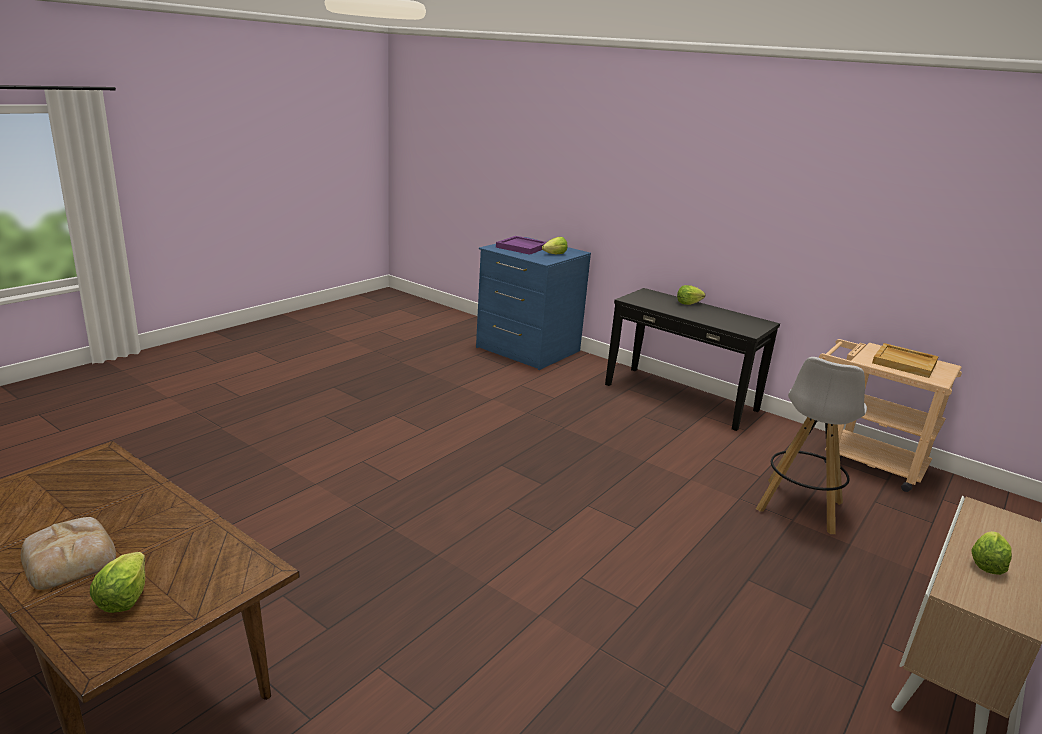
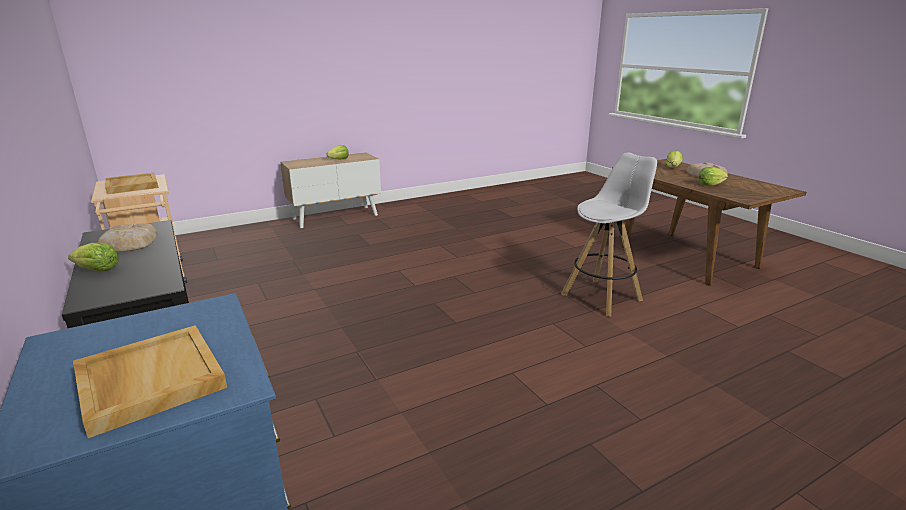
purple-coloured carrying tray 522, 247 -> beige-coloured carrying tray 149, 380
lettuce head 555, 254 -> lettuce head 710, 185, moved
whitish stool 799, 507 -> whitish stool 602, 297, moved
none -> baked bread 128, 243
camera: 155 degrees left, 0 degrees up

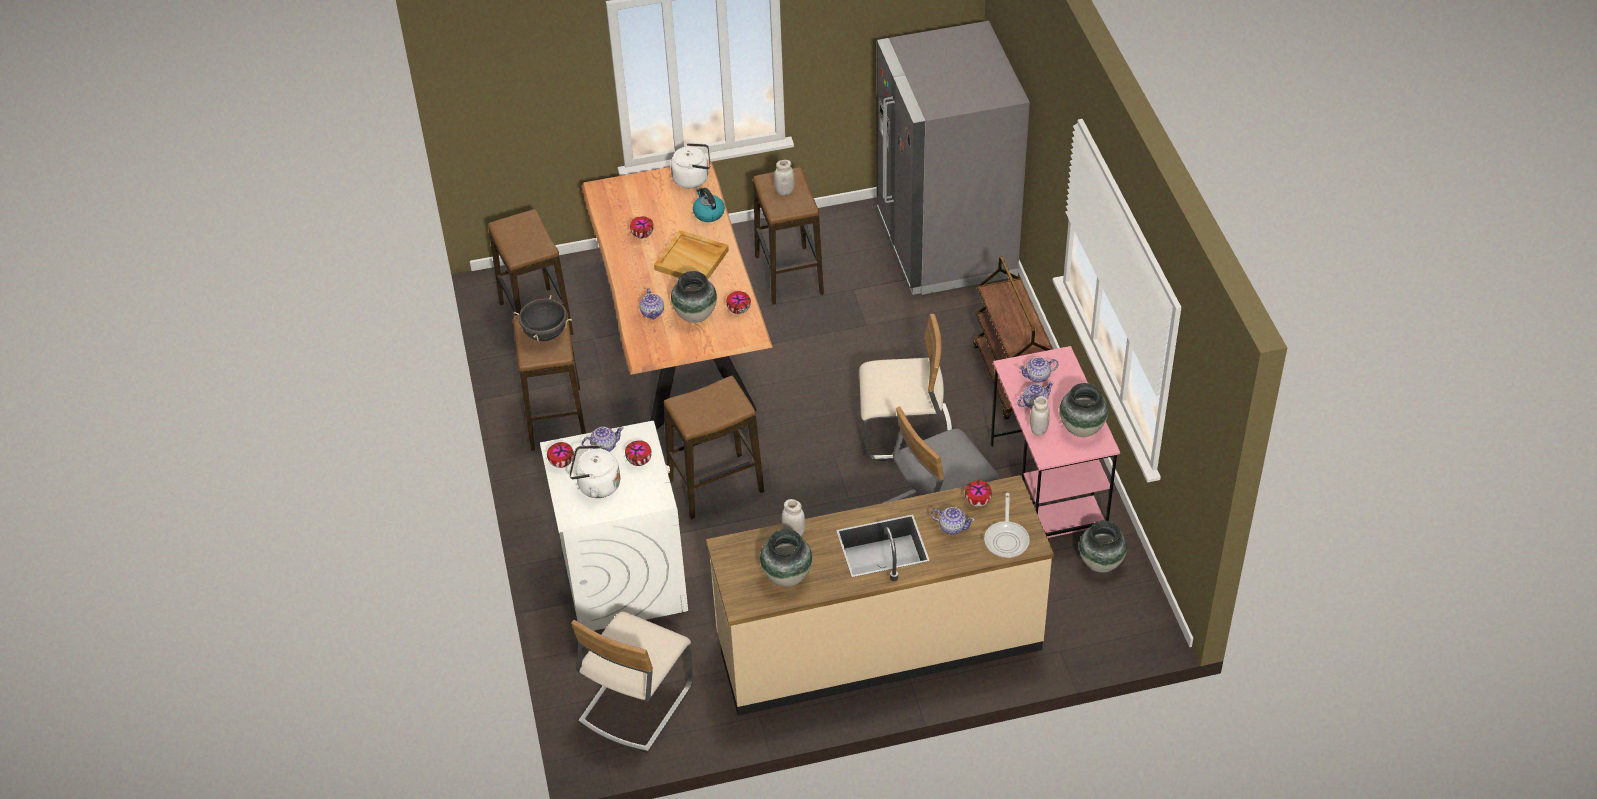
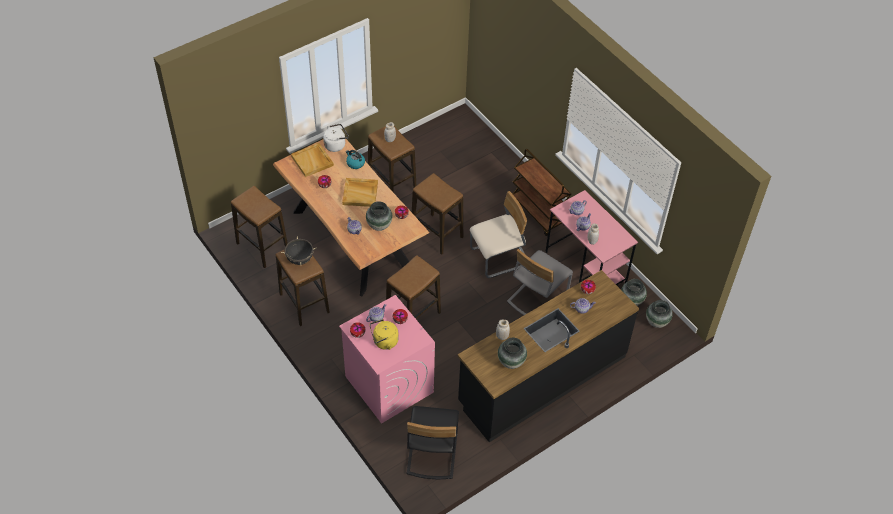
whitish washing machine 623, 577 -> pink-coloured washing machine 388, 384
whitish water kettle 596, 486 -> yellow-coloured water kettle 384, 342
beige-coloured chair 635, 703 -> blackish chair 431, 453
beige-coloured counter 878, 643 -> blackish counter 542, 379
grey fridge 945, 245 -> none
frying pan 1006, 539 -> none
flower vase 1082, 428 -> flower vase 656, 322, moved
none -> beige-coloured carrying tray 312, 161
none -> stool 437, 234
camera: 25 degrees left, 5 degrees up

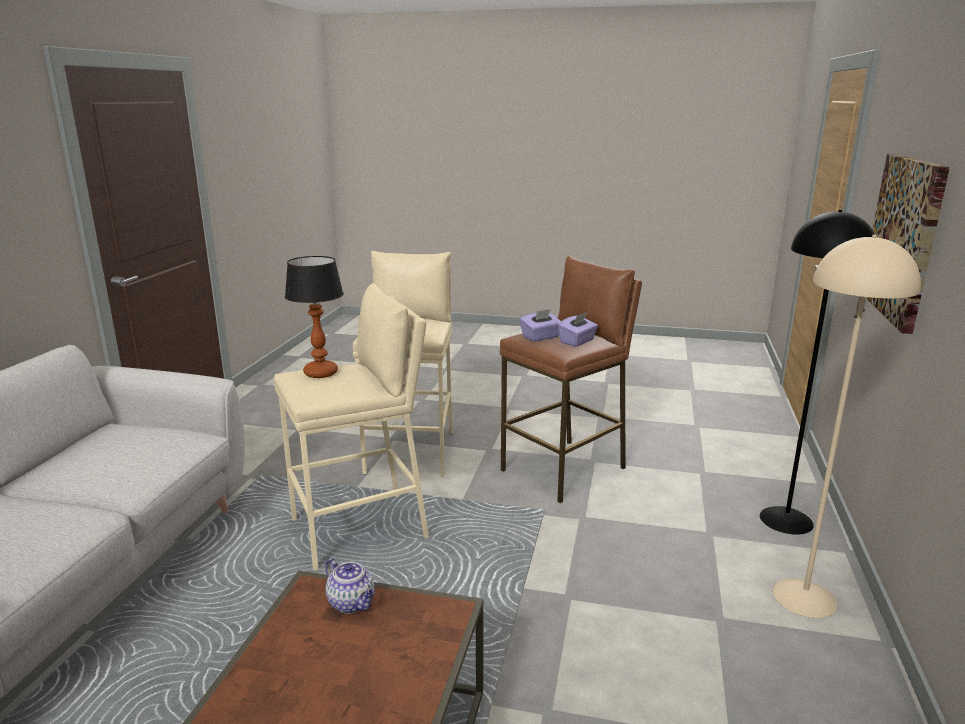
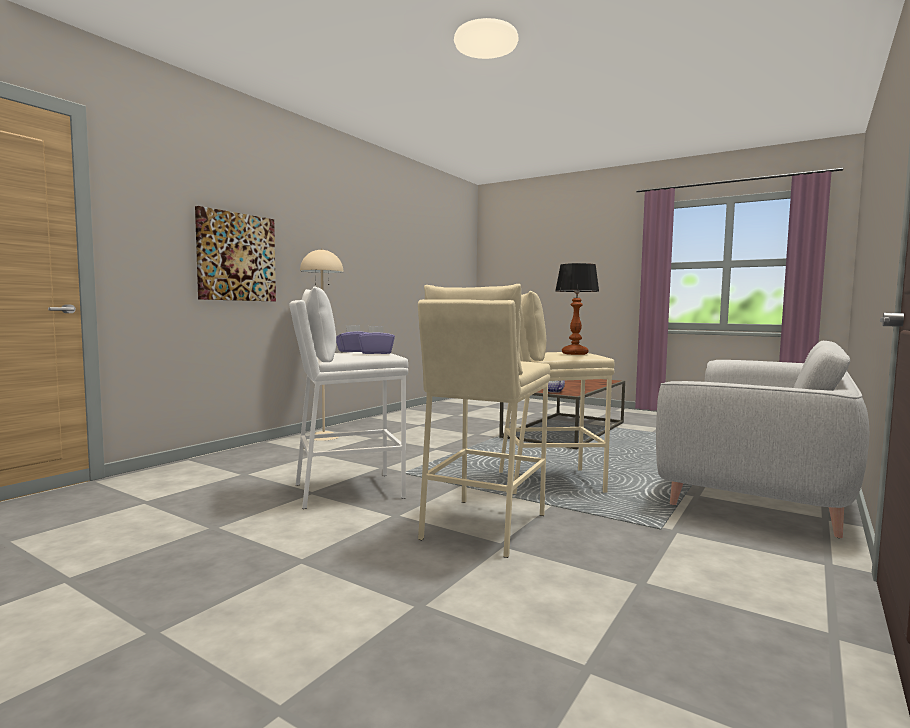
brown-coloured stool 565, 469 -> whitish stool 348, 490
blackish standard lamp 786, 520 -> none
camera: 160 degrees left, 15 degrees down

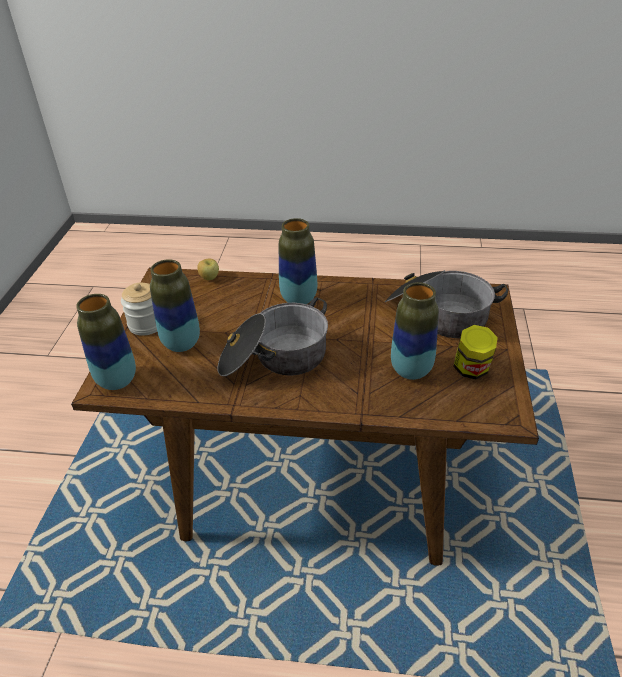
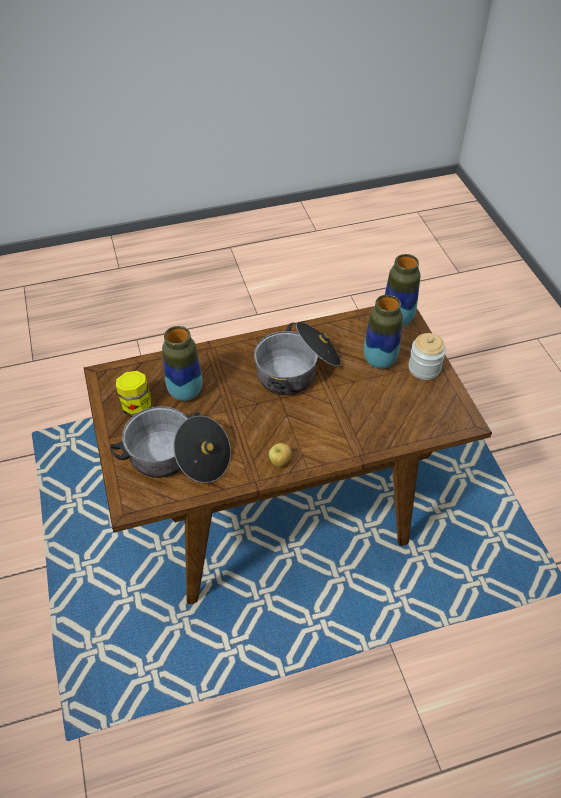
apple 210, 278 -> apple 280, 462, moved
flower vase 299, 299 -> none
camera: 155 degrees right, 10 degrees up

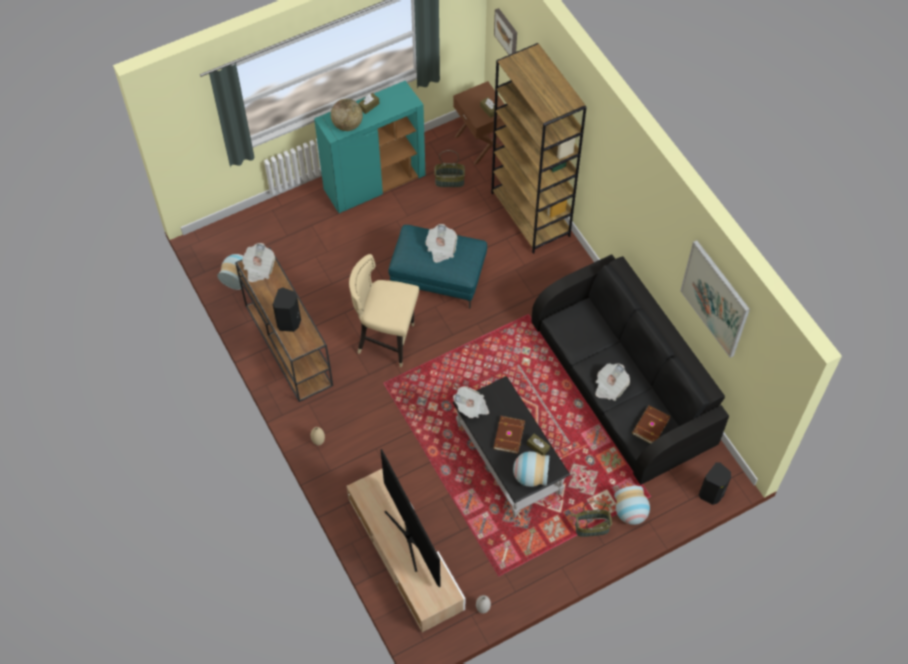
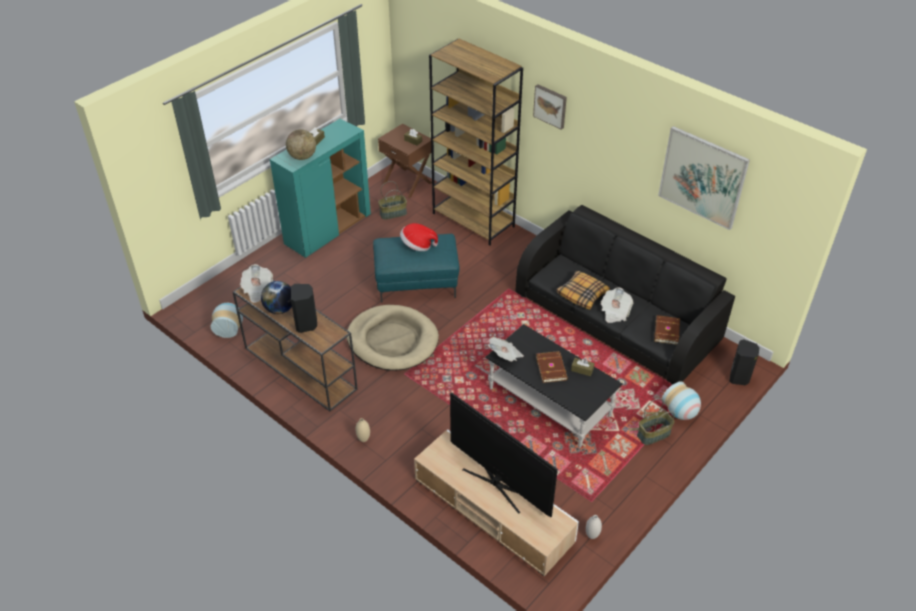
beige-coloured stool 387, 341 -> beige-coloured dog bed 392, 340
newspaper 441, 249 -> hat 417, 245
wall picture 507, 33 -> wall picture 550, 106, moved
flower vase 530, 476 -> none
none -> desk globe 279, 309
none -> throw pillow 582, 294
camera: 20 degrees left, 15 degrees down

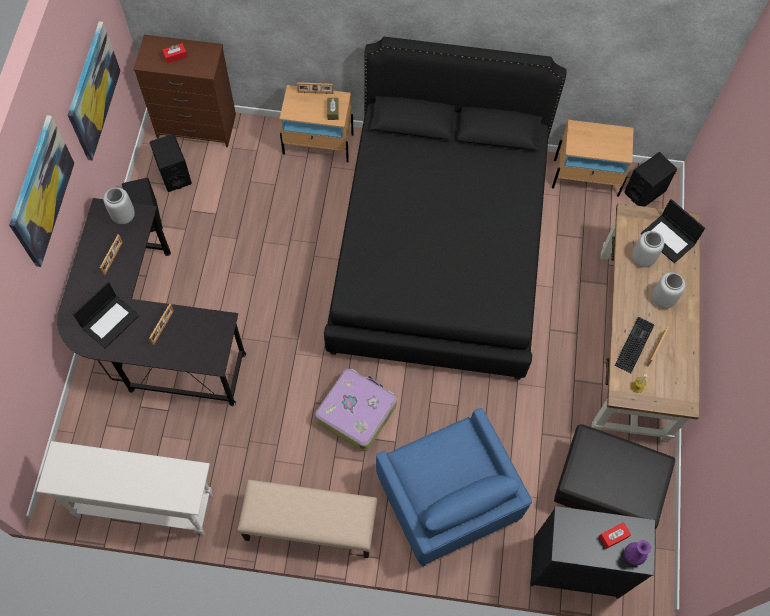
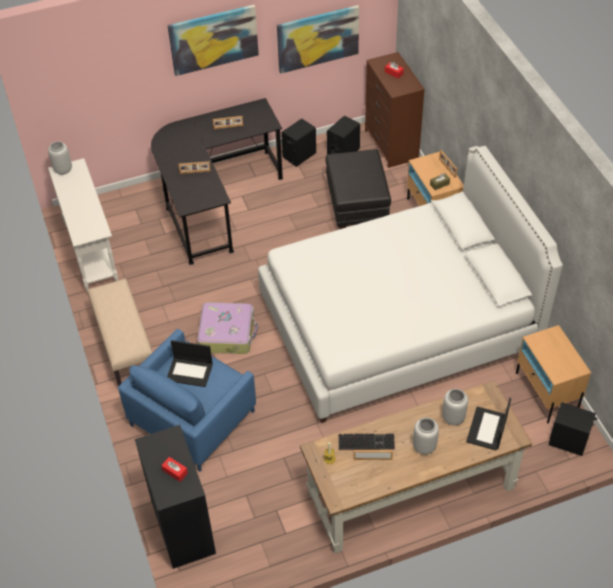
laptop 110, 321 -> laptop 190, 371, moved
grey flower vase 123, 216 -> grey flower vase 63, 169, moved
blackish bedroom bed 439, 250 -> whitish bedroom bed 397, 324
blackish ottoman 605, 489 -> blackish ottoman 357, 207, moved
purple-coloured flower vase 633, 556 -> none
camera: 65 degrees right, 15 degrees down

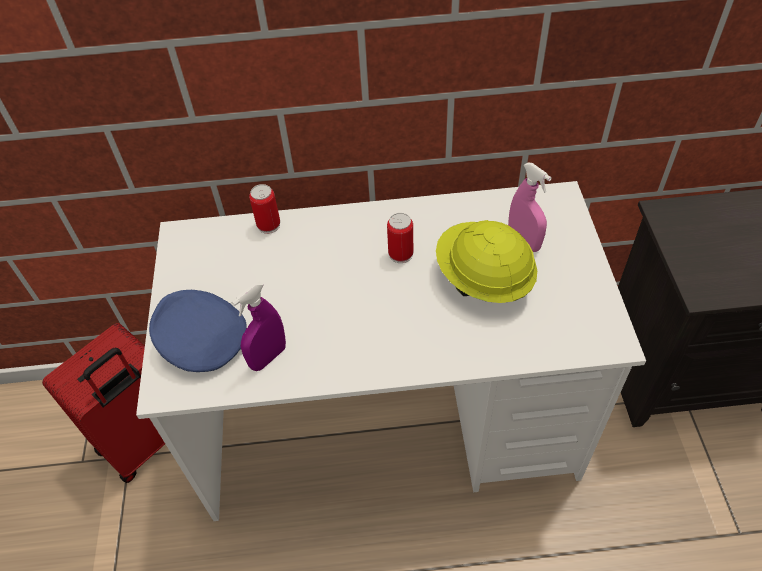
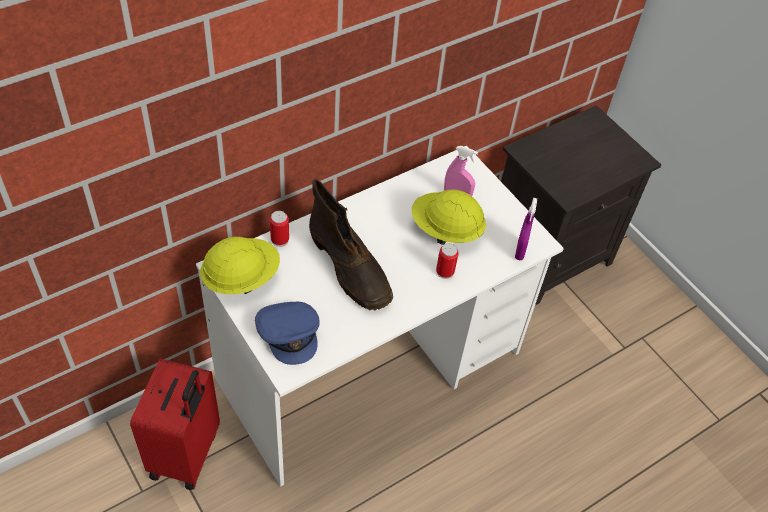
blue-coloured cap 200, 342 -> blue-coloured cap 289, 334, 120 degrees counterclockwise
purple-coloured hand sprayer 268, 357 -> purple-coloured hand sprayer 520, 251, moved
can 400, 254 -> can 445, 272, moved
none -> yellow-coloured work helmet 241, 278
none -> brown-coloured boot 350, 268
camera: 35 degrees left, 0 degrees up

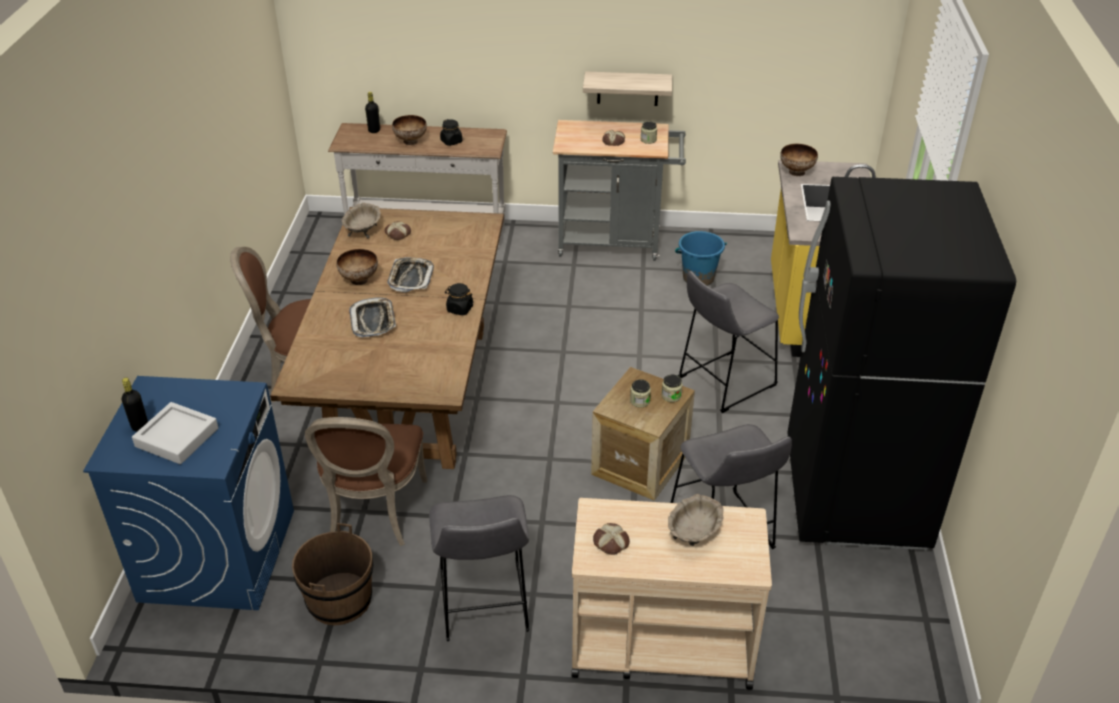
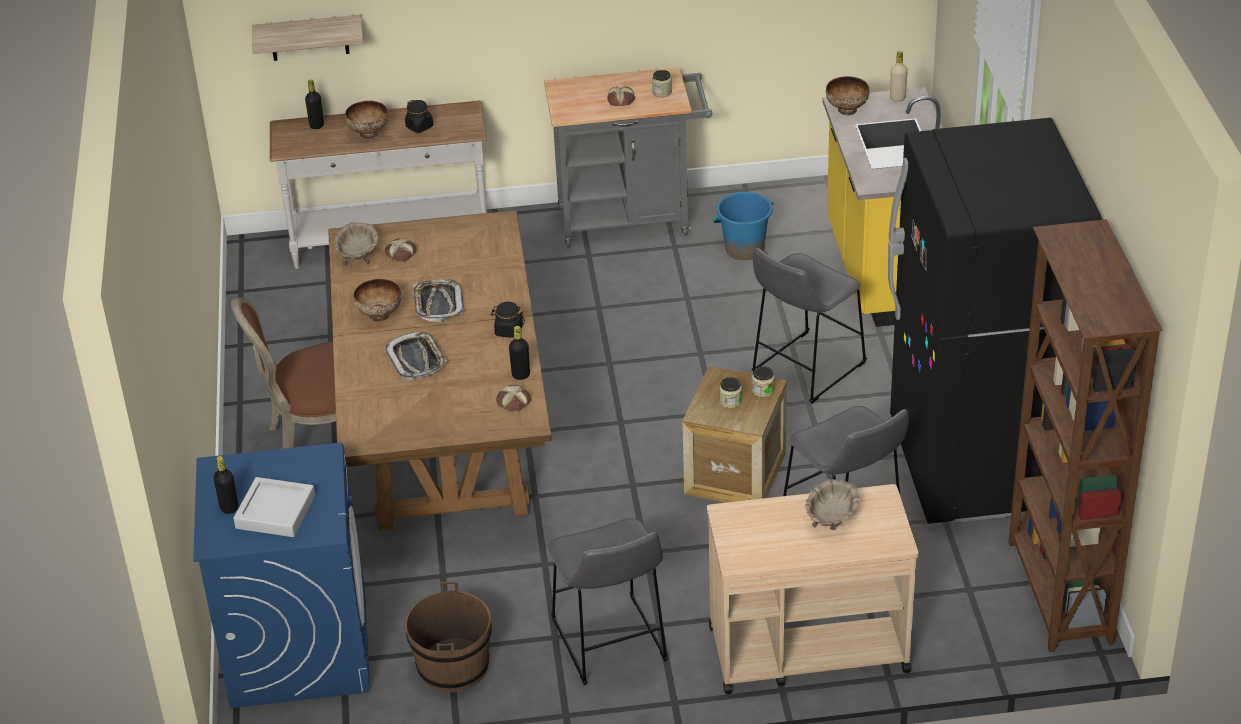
brown-coloured chair 373, 513 -> none
shelf 627, 88 -> shelf 309, 38, moved
baked bread 610, 542 -> baked bread 513, 402, moved
none -> blackish bottle 521, 375
none -> beige-coloured bottle 897, 98
none -> brown-coloured shelving unit 1058, 593
camera: 10 degrees left, 0 degrees up

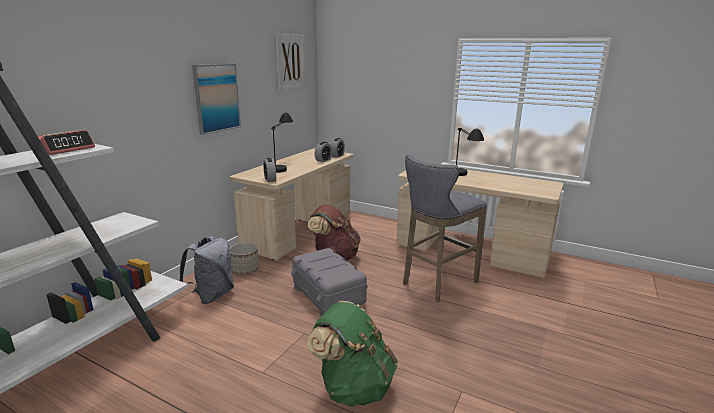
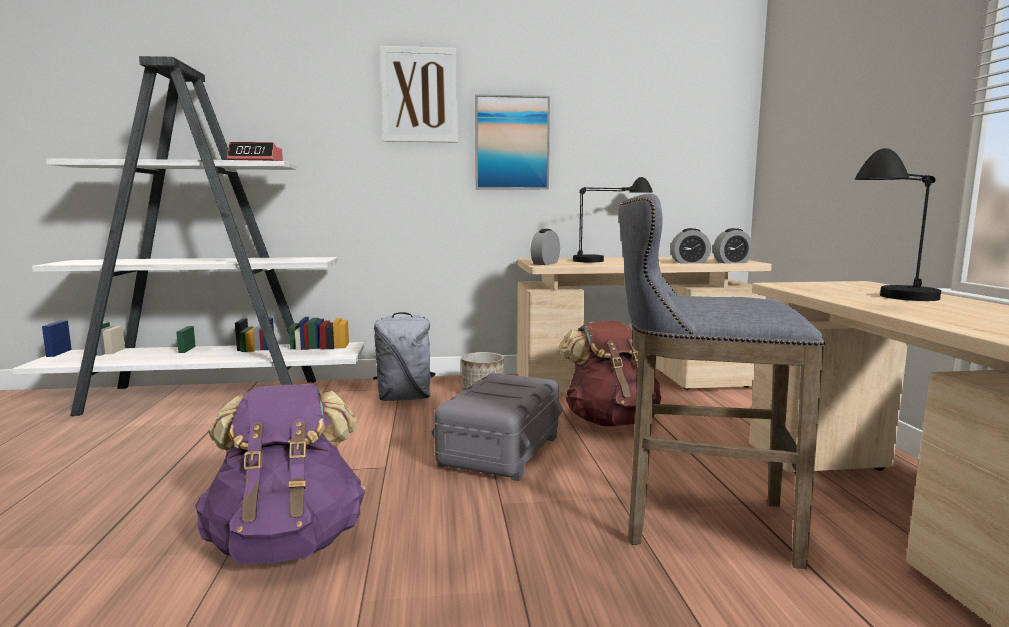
wall picture 290, 62 -> wall picture 419, 95, moved
greenish backpack 353, 386 -> purple-coloured backpack 287, 542
camera: 55 degrees right, 10 degrees down

